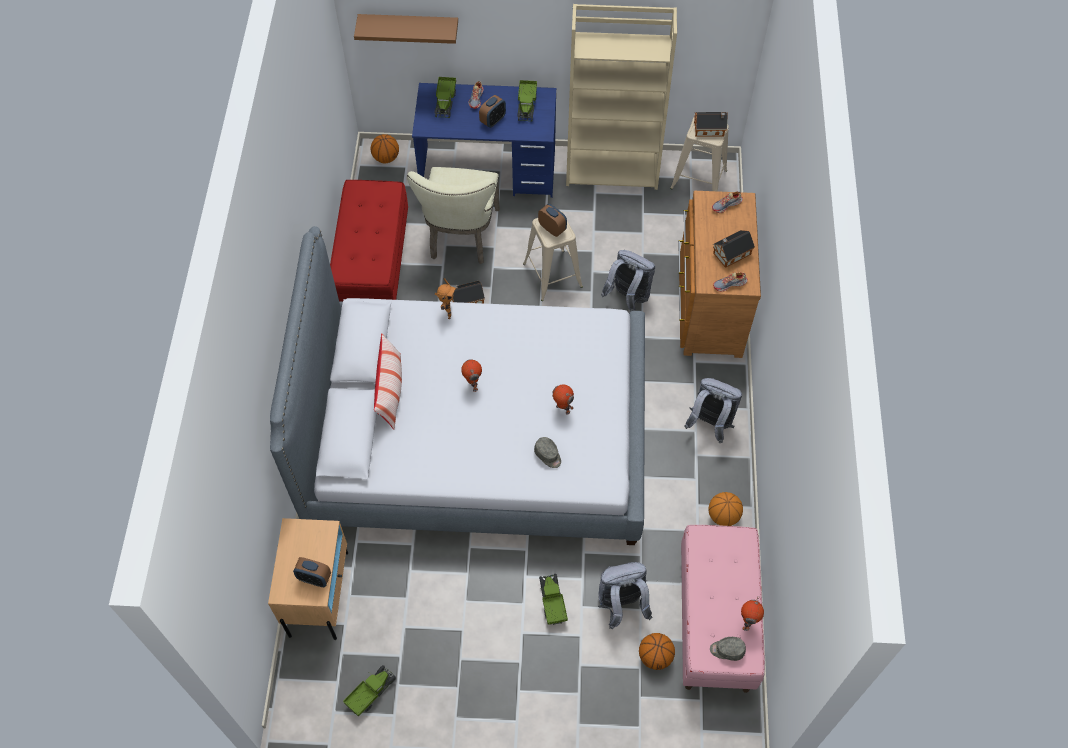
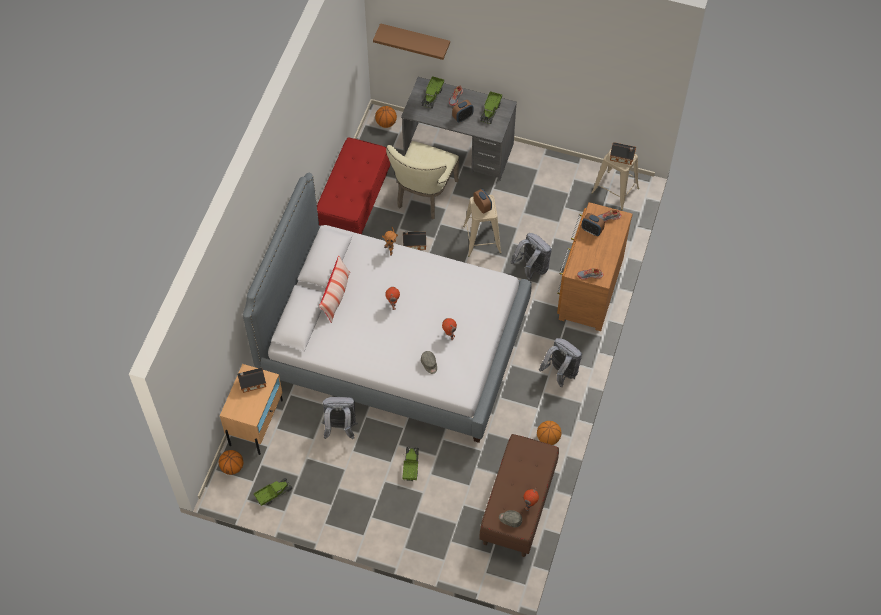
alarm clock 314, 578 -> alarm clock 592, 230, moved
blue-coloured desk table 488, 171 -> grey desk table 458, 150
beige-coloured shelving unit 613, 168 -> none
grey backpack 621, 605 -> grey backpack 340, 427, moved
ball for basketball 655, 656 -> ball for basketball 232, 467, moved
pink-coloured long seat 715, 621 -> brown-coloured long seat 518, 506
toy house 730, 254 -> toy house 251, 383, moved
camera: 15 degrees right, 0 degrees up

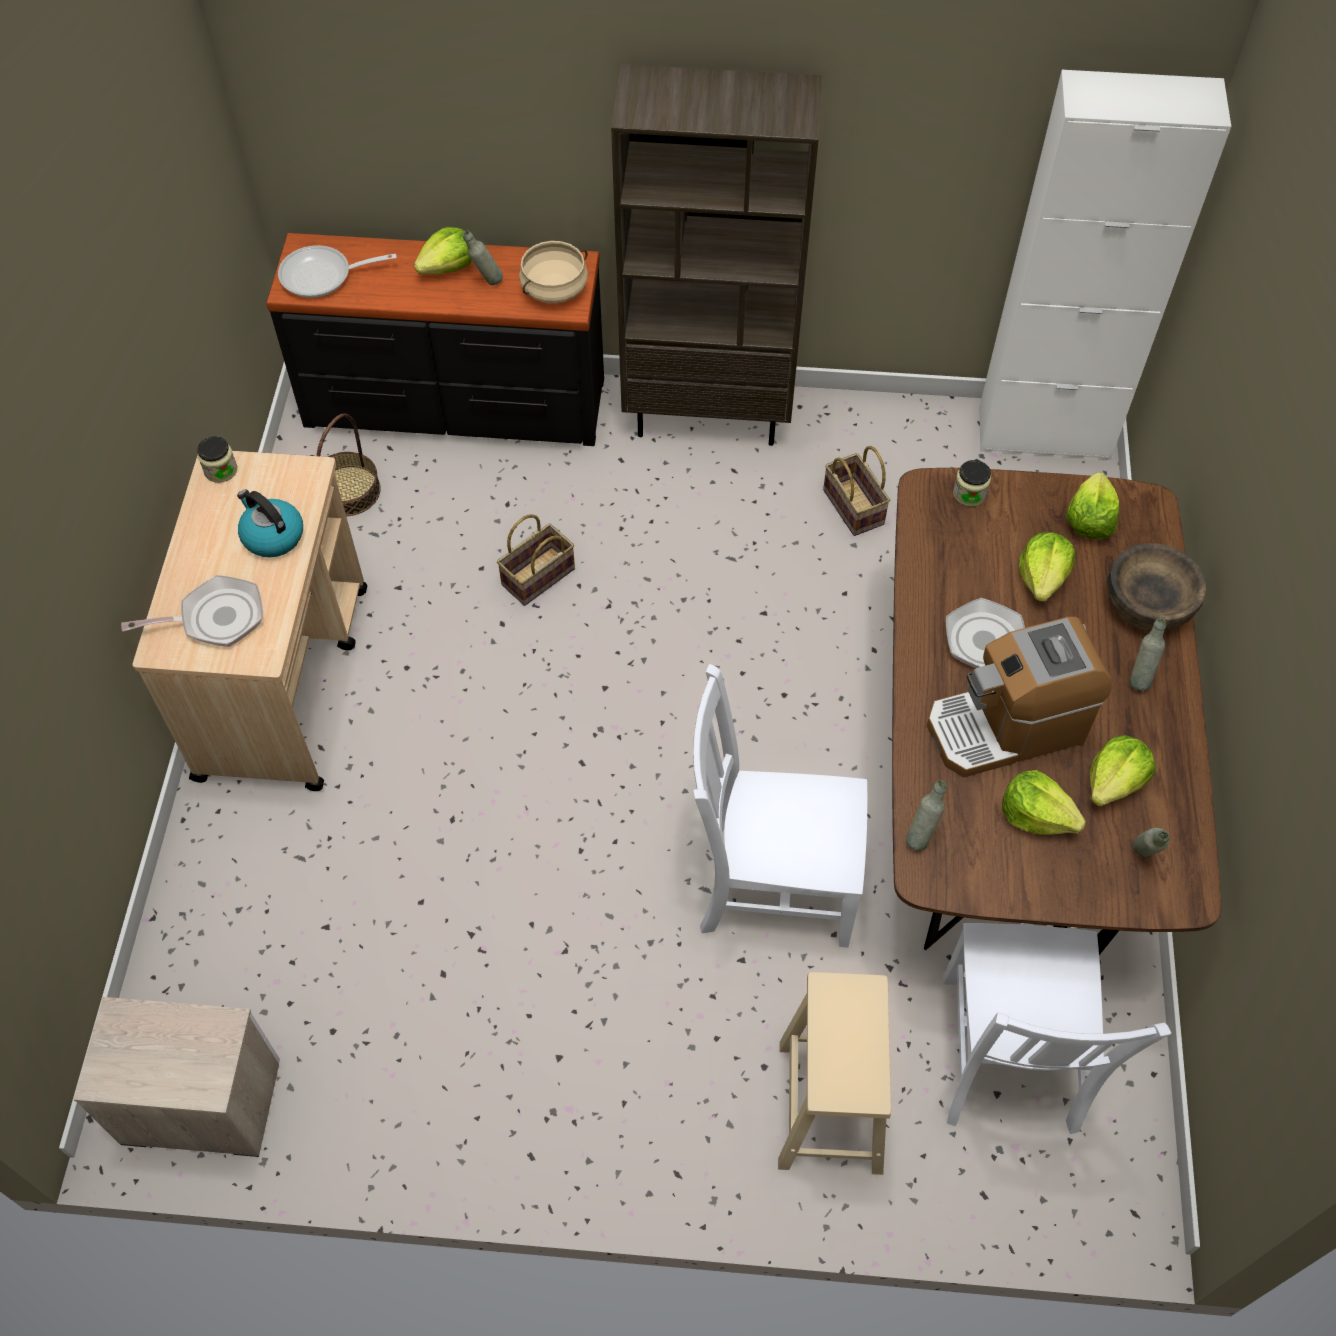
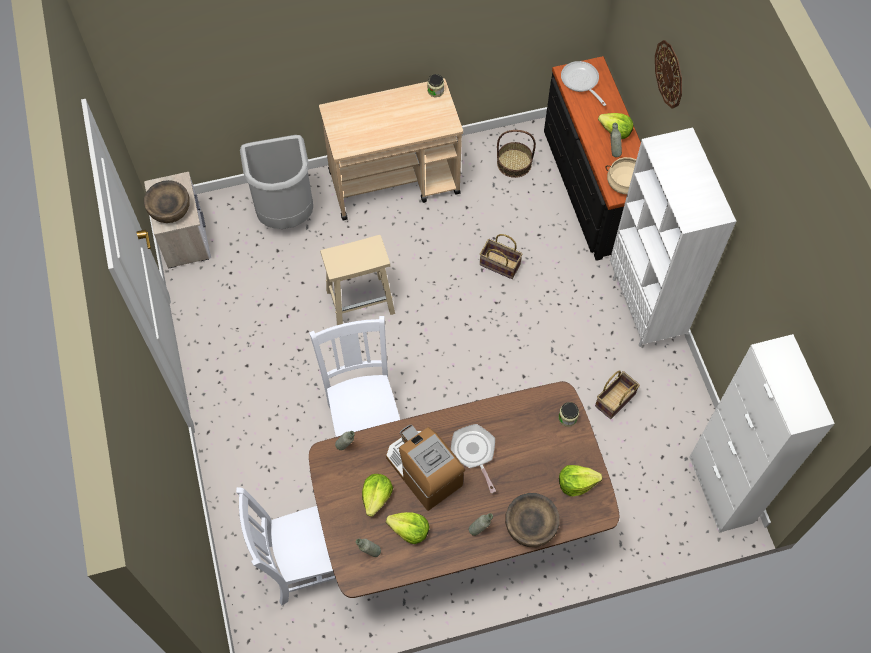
frying pan 216, 618 -> none
water kettle 272, 536 -> none
brown-coloured shelving unit 709, 414 -> whitish shelving unit 645, 308
beige-coloured stool 829, 1104 -> beige-coloured stool 361, 301, moved
lettuce head 1043, 577 -> none
none -> brown-coloured bowl 169, 209
none -> grey trash can 286, 214
none -> clock on the wall 669, 74
camera: 70 degrees right, 5 degrees up

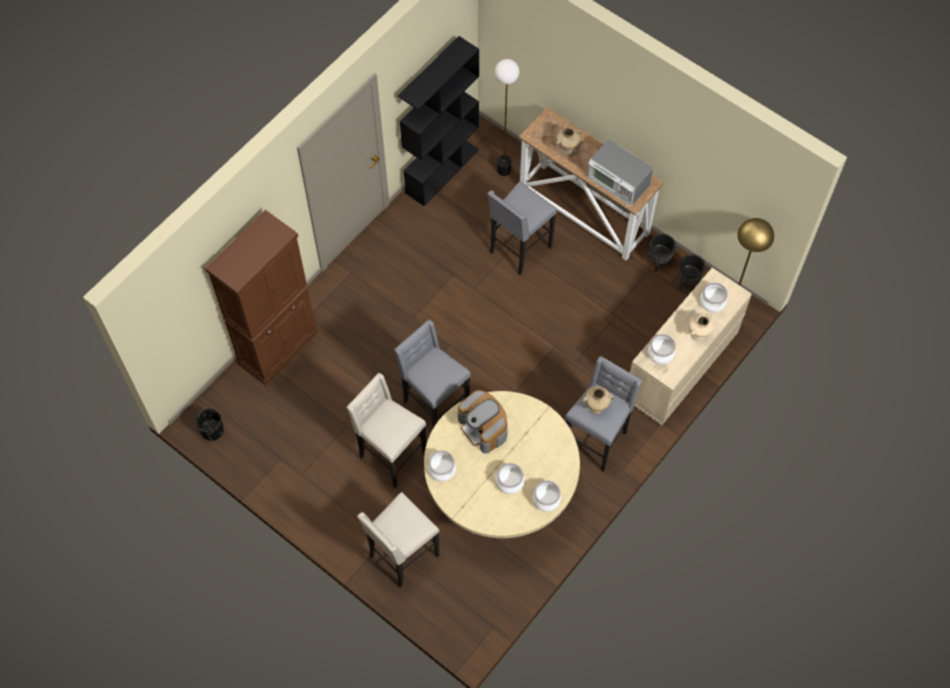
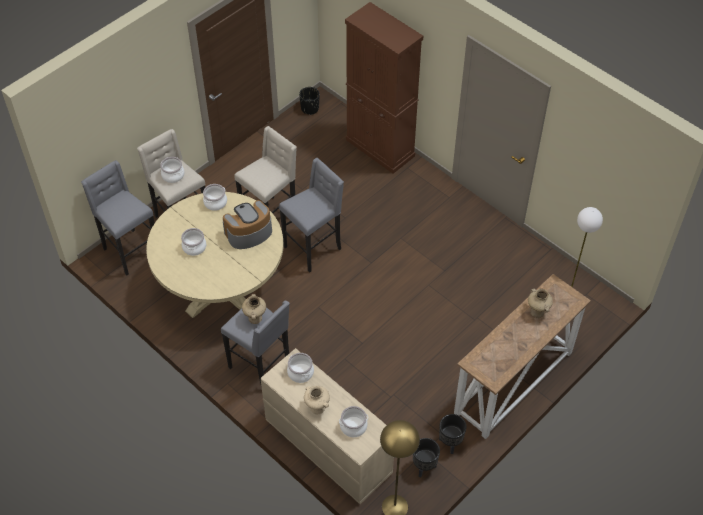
blackish shelving unit 442, 171 -> none
grey stool 519, 250 -> grey stool 130, 251, moved
cooking pot 546, 499 -> cooking pot 173, 175, moved
microwave oven 618, 182 -> none
camera: 95 degrees right, 10 degrees down

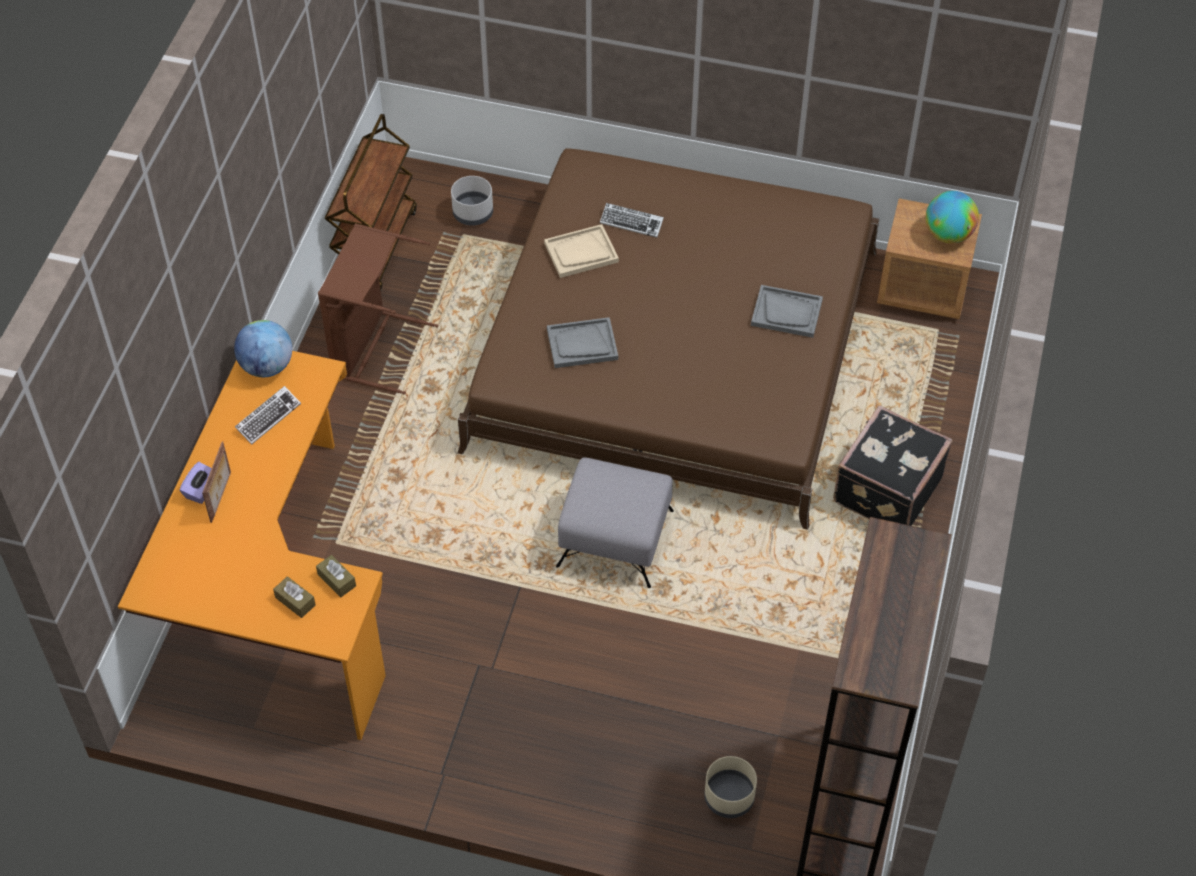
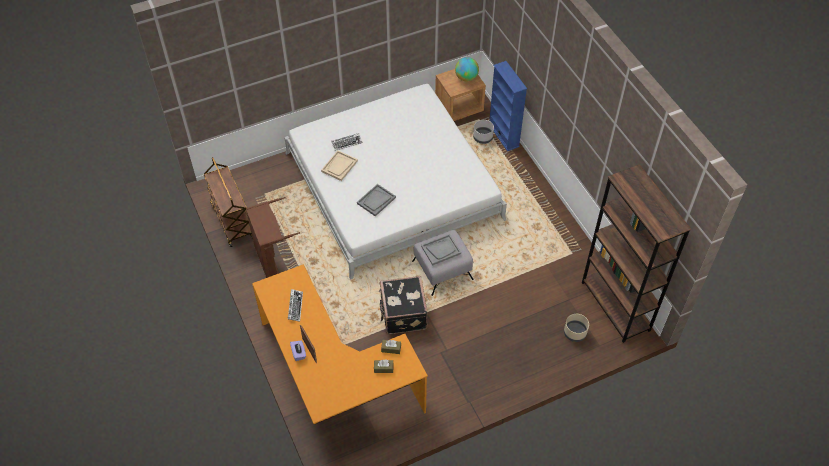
desk globe 267, 366 -> none
grey plant pot 473, 213 -> grey plant pot 482, 137, moved
brown-coloured bedroom bed 674, 349 -> whitish bedroom bed 392, 186
grey carrying tray 786, 313 -> grey carrying tray 441, 250, moved
blackish piece of luggage 885, 489 -> blackish piece of luggage 402, 314, moved
none -> blue-coloured shelving unit 503, 135
camera: 40 degrees left, 0 degrees up

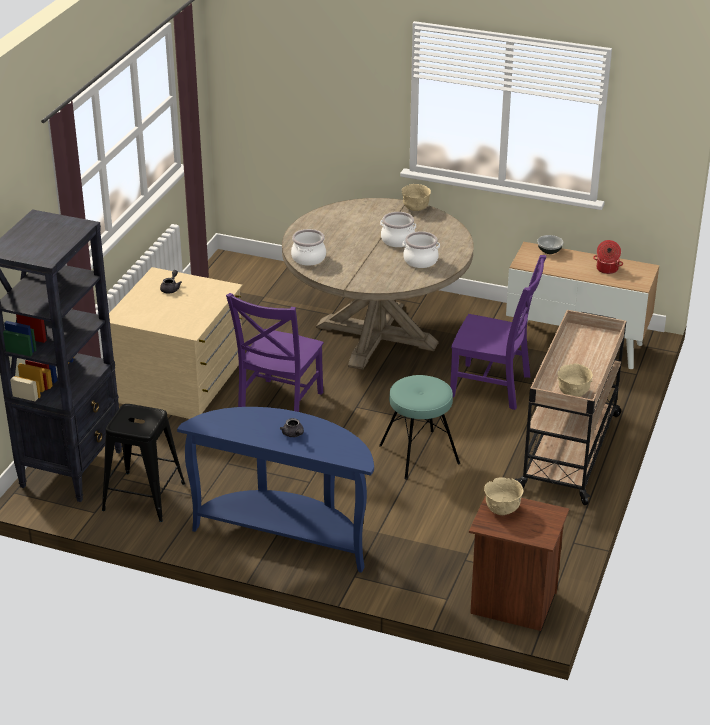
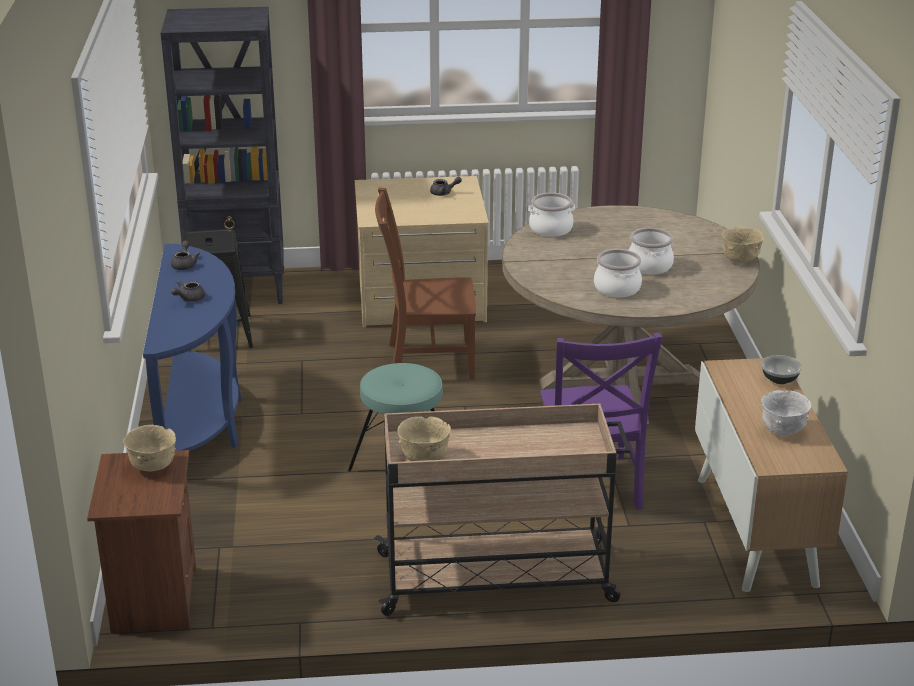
purple-coloured chair 279, 406 -> brown-coloured chair 426, 361
cooking pot 607, 269 -> whitish bowl 782, 431
none -> grey teapot 184, 264
camera: 65 degrees right, 5 degrees down

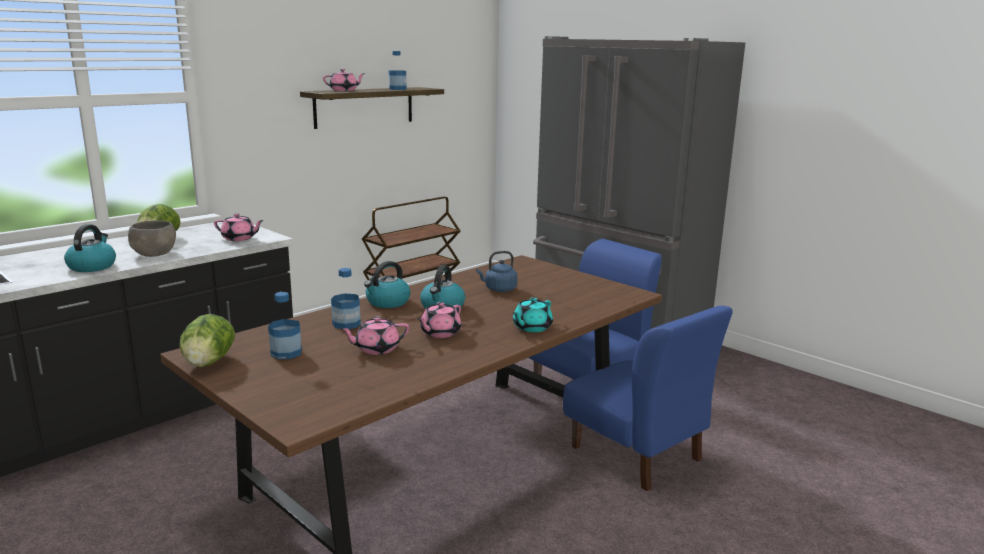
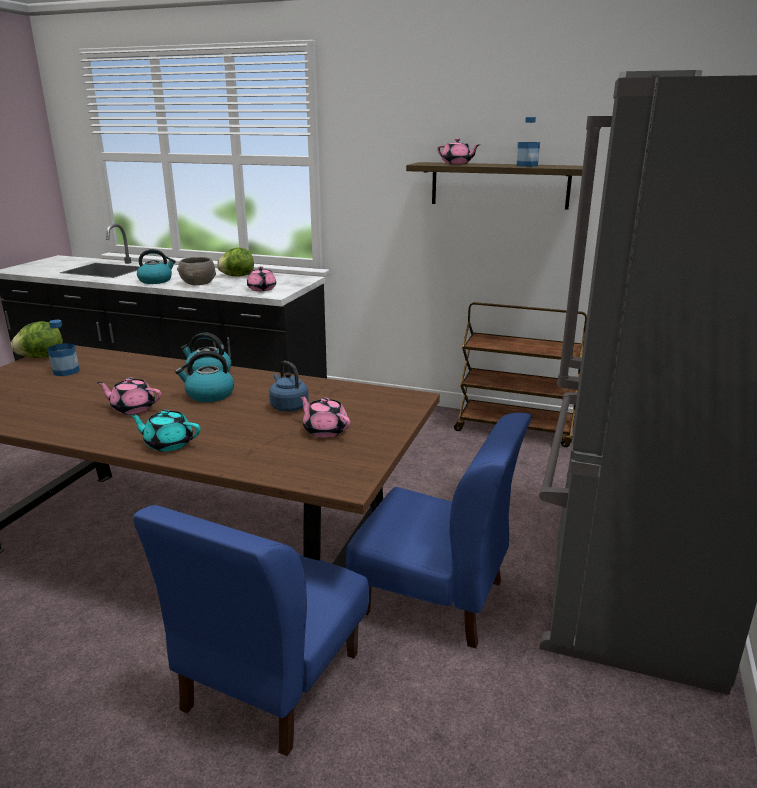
bottle 346, 324 -> none
pink-coloured teapot 376, 349 -> pink-coloured teapot 325, 430, moved
camera: 65 degrees right, 5 degrees up

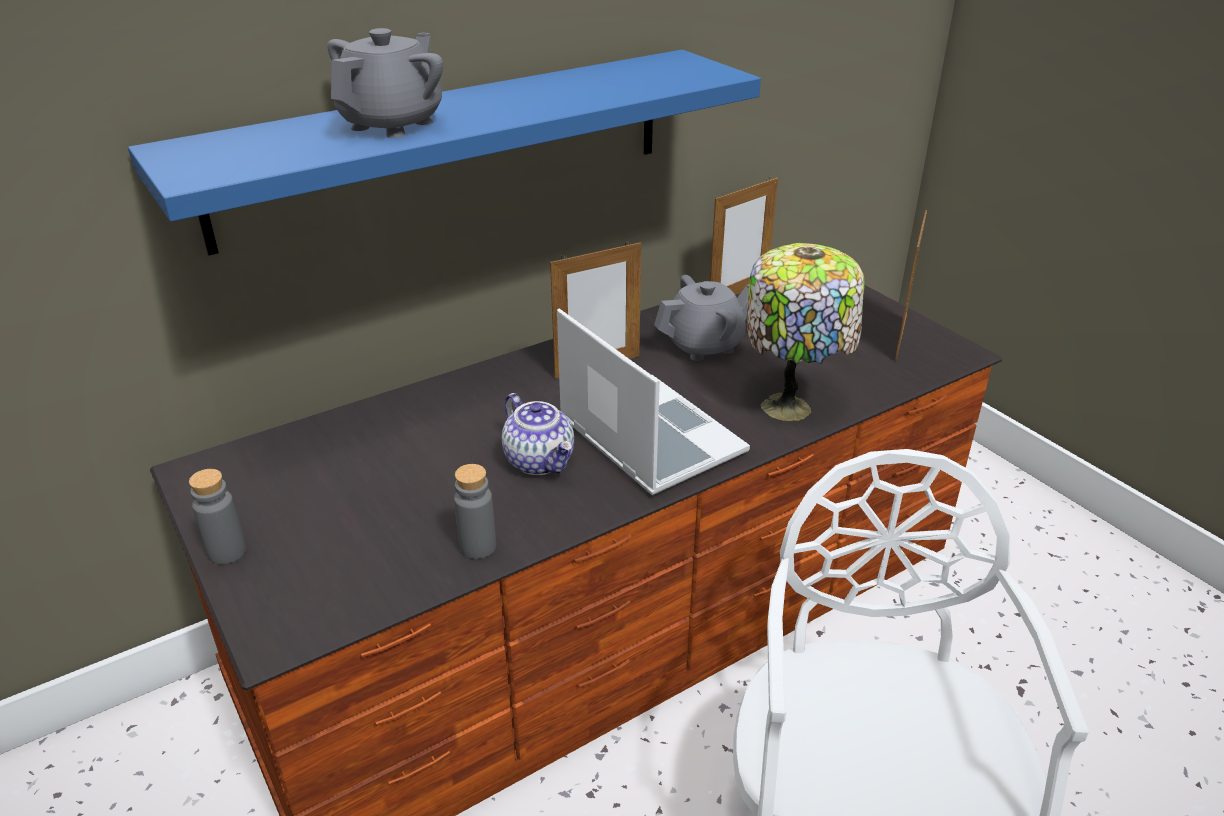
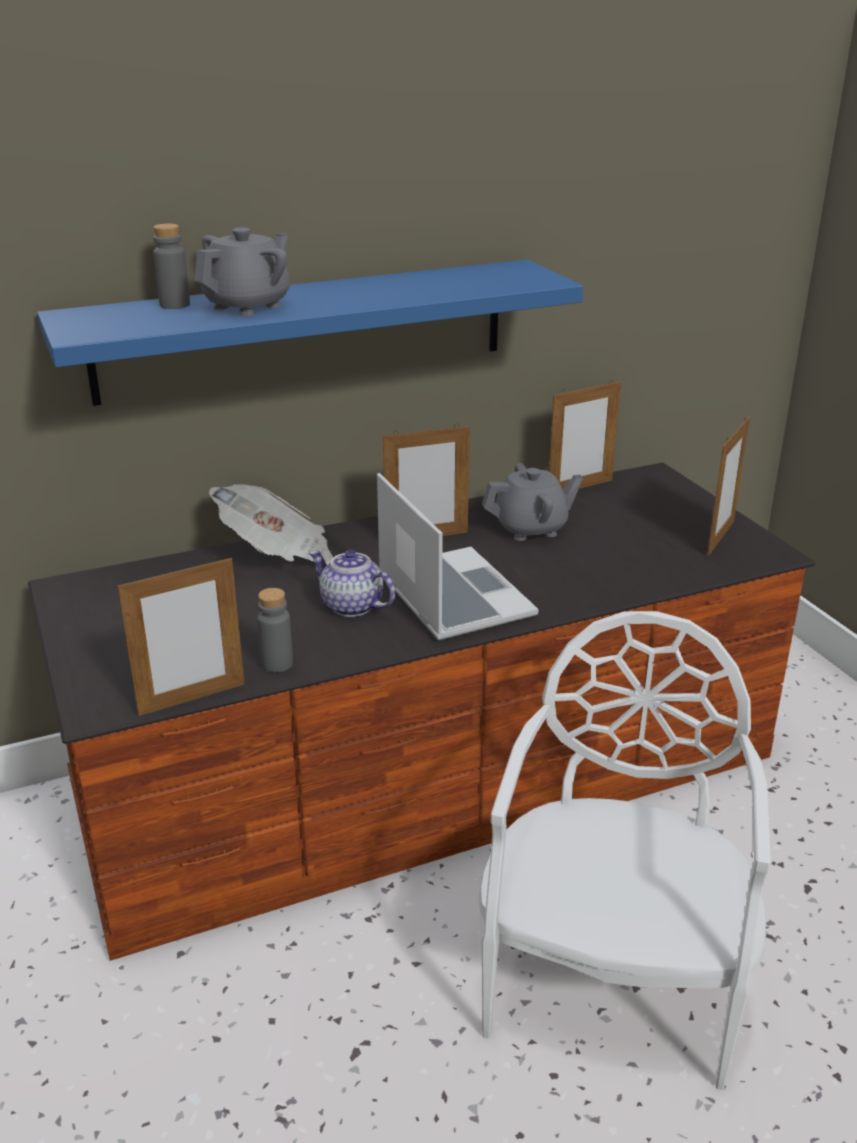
grey bottle 227, 552 -> grey bottle 175, 305, moved
teapot 540, 461 -> teapot 351, 606, 150 degrees clockwise
tabletop lamp 790, 407 -> none
none -> standing frame 192, 699
none -> newspaper 278, 554
camera: 10 degrees right, 5 degrees down

